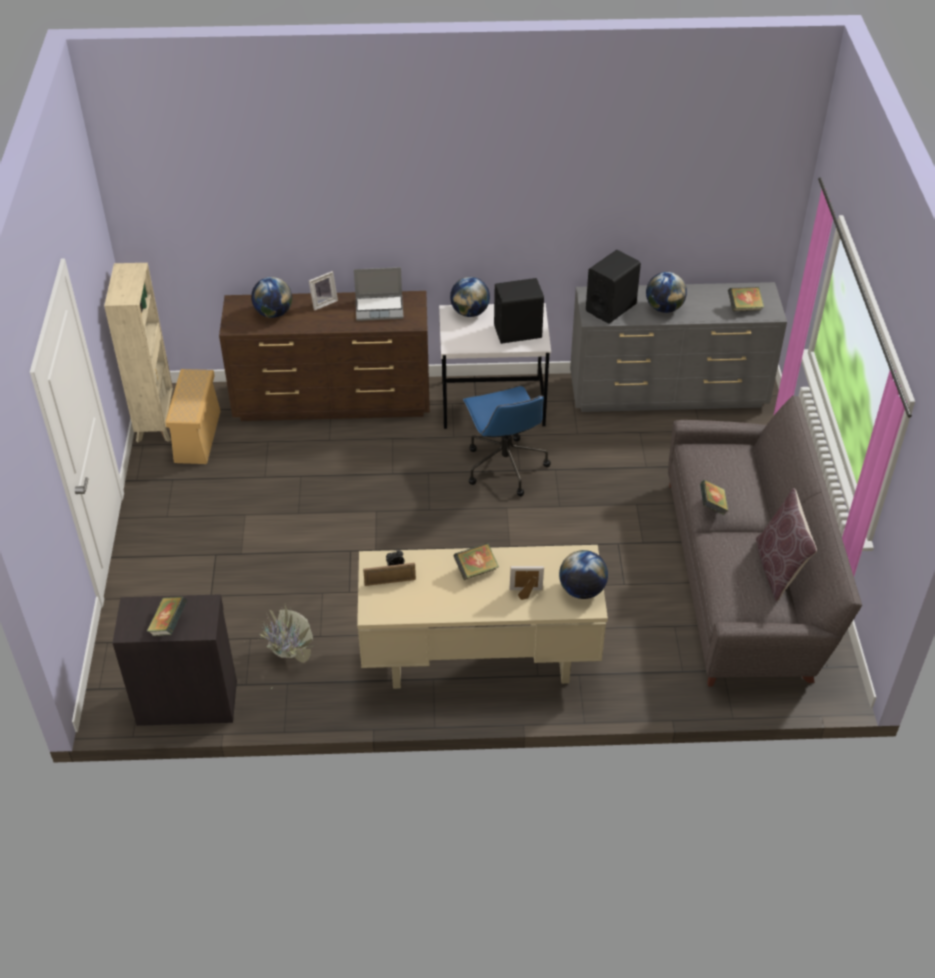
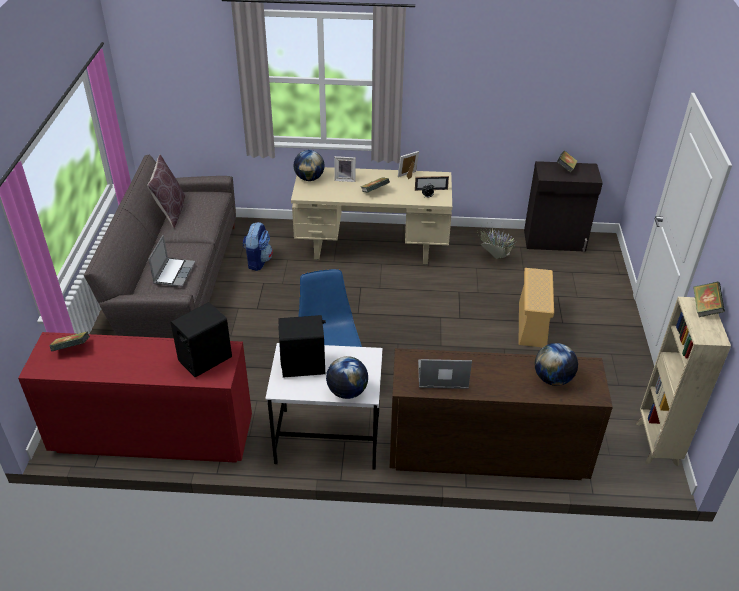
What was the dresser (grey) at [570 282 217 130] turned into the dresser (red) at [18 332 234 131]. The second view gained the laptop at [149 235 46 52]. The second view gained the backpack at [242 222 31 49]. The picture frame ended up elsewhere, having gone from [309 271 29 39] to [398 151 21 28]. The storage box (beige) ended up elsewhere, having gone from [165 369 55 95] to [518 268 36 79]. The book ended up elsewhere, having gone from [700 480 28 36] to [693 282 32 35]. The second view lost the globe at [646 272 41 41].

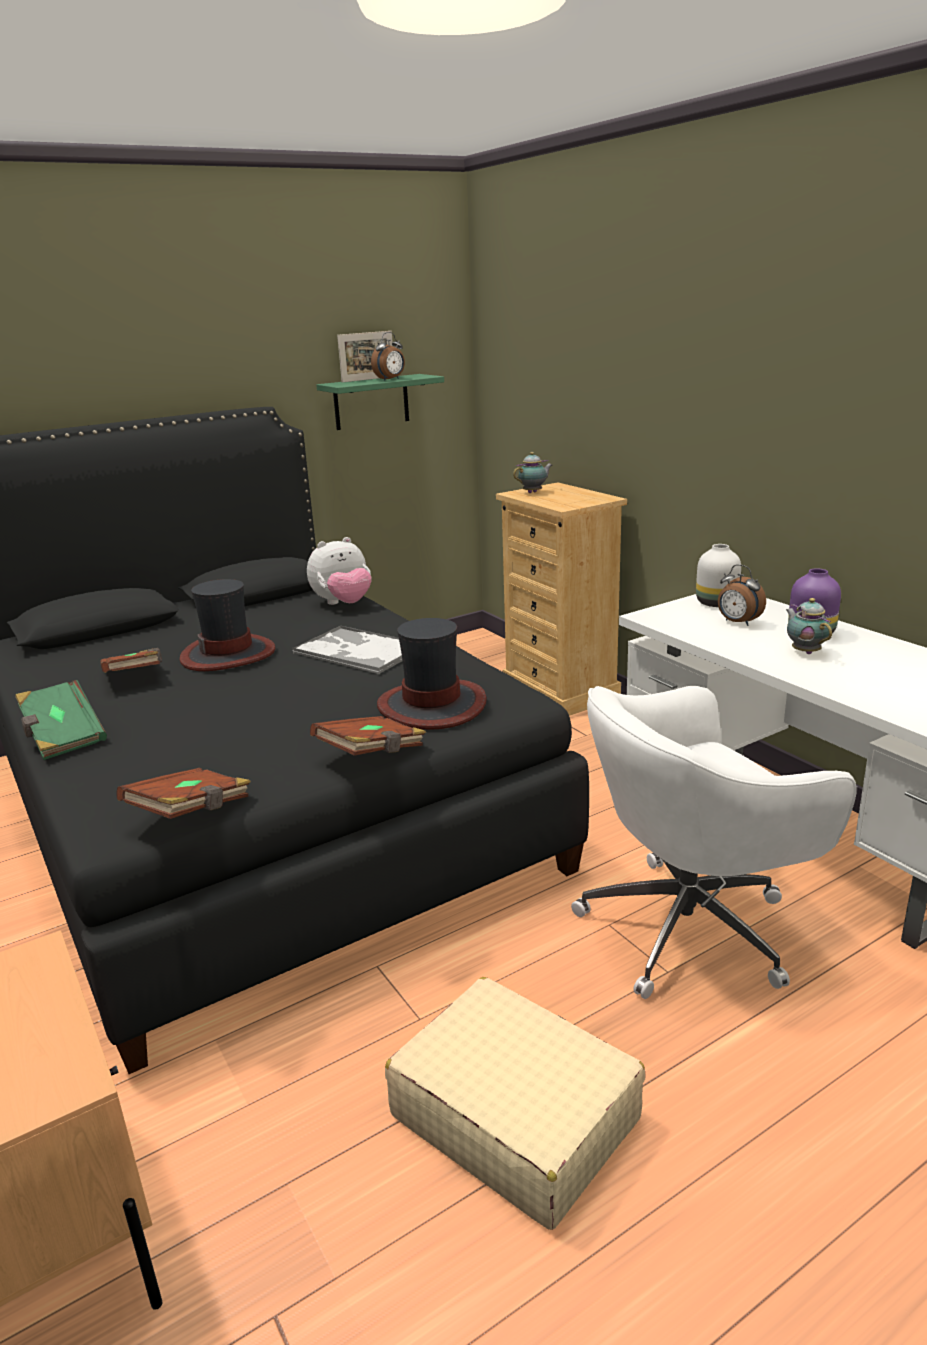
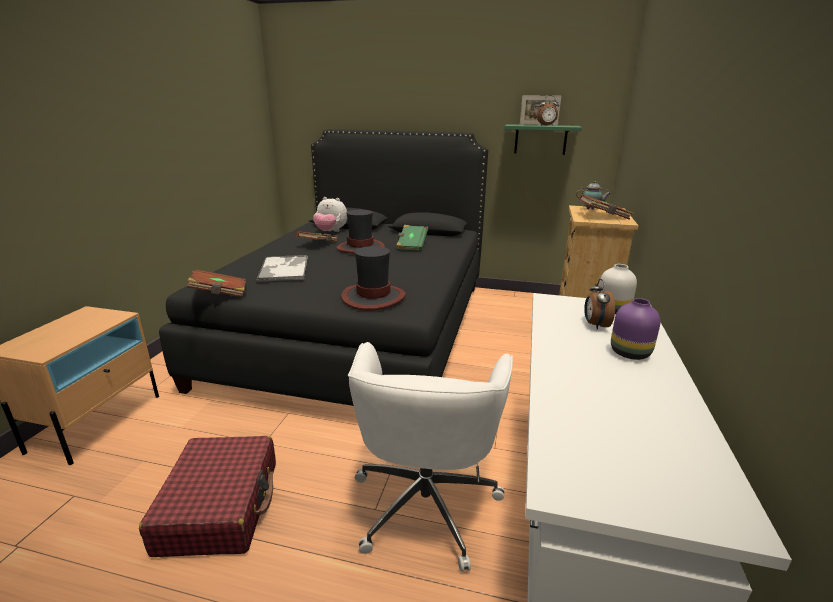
What was the suitcase (beige) at [385 977 261 253] turned into the suitcase (red) at [139 436 137 121]. The tray ended up elsewhere, having gone from [292 626 111 49] to [256 255 52 27]. The plush toy ended up elsewhere, having gone from [307 537 65 68] to [313 197 34 35]. The office chair (white) at [571 686 286 313] ended up facing another way, 105 degrees counterclockwise from before. The book (green) ended up elsewhere, having gone from [15 680 92 80] to [396 225 32 26]. The book (brown) ended up elsewhere, having gone from [310 716 116 40] to [579 194 54 26]. The second view lost the teapot at [786 598 46 56].

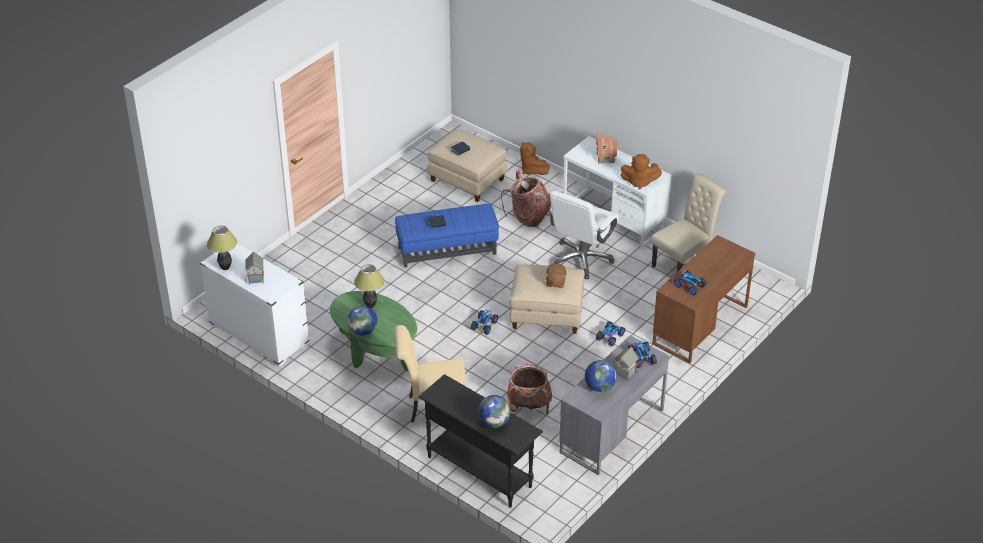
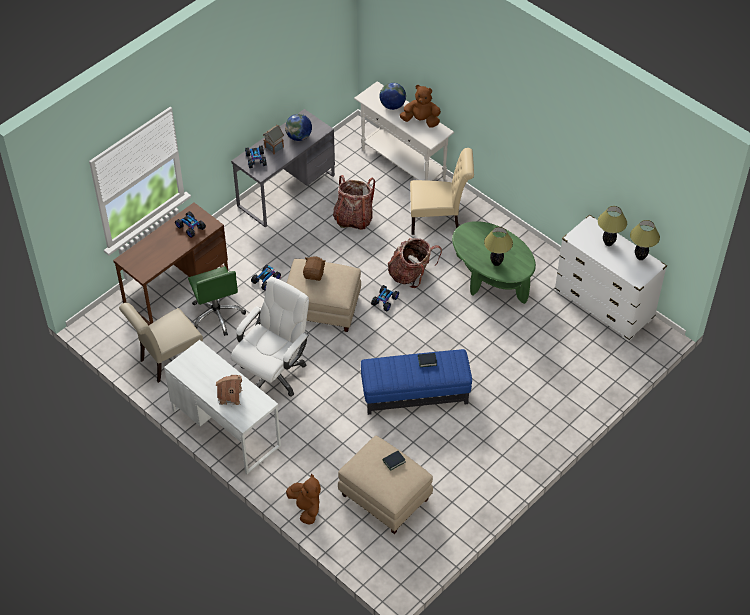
The second view gained the office chair (green) at [188 266 58 70]. What was the console table (black) at [418 374 125 134] turned into the console table (white) at [354 81 100 100]. The backpack ended up elsewhere, having gone from [501 171 50 56] to [388 238 54 50]. The plush toy (brown) ended up elsewhere, having gone from [620 154 42 36] to [400 85 41 43]. Where the toy house stood at [245 252 19 32], the table lamp came to stand at [598 206 29 40]. The second view lost the globe at [348 306 29 29].

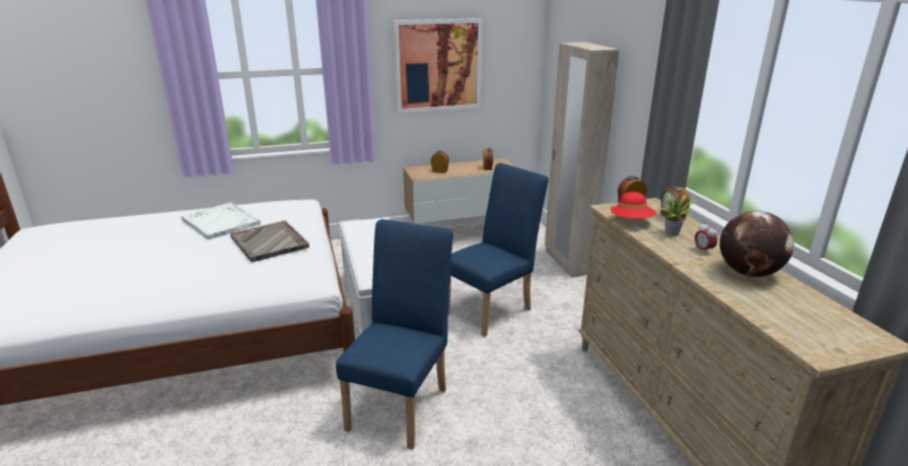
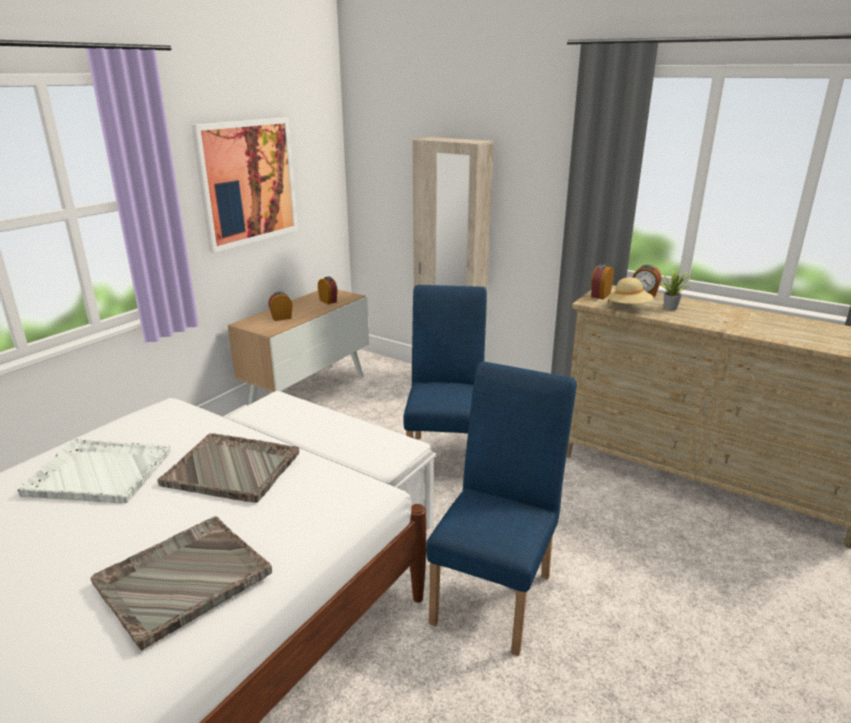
The second view gained the tray (grey) at [91 516 181 135]. The chair (blue) at [336 219 117 231] ended up facing another way, 45 degrees clockwise from before. What was the hat (red) at [611 192 45 27] turned into the hat (beige) at [608 277 46 27]. The second view lost the alarm clock at [695 222 22 32]. The second view lost the globe at [720 211 74 66].

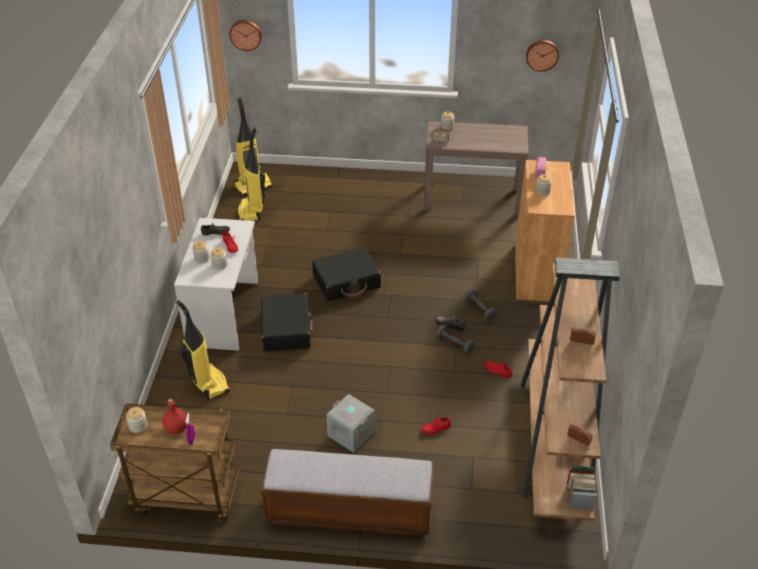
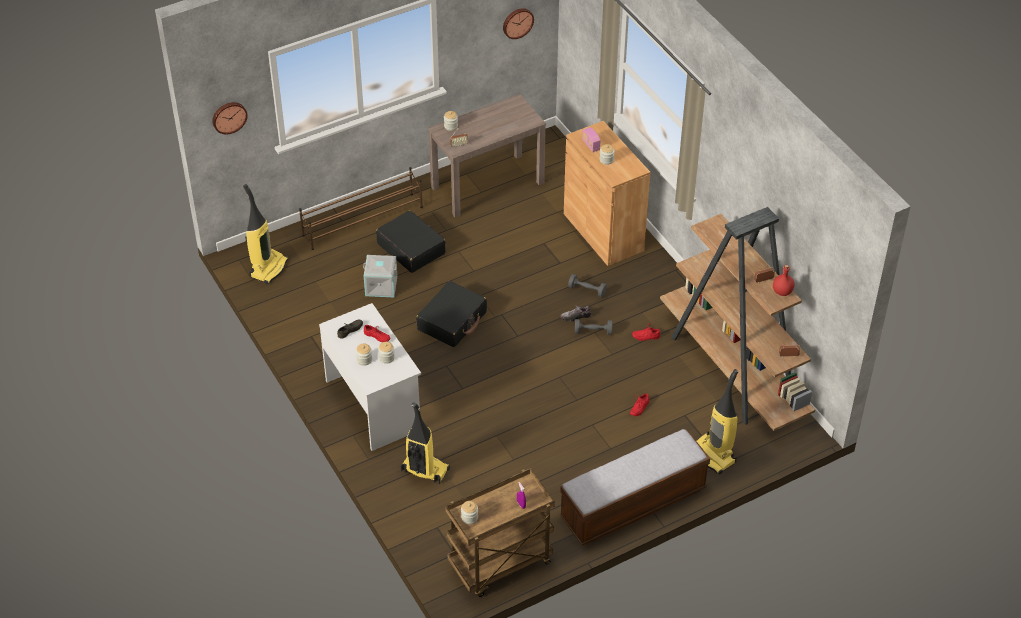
The second view gained the shoe rack (brown) at [299 167 124 83]. The storage box (grey) ended up elsewhere, having gone from [327 394 48 59] to [363 255 34 42]. The suitcase (black) ended up elsewhere, having gone from [261 293 52 58] to [376 210 70 63]. The vacuum cleaner ended up elsewhere, having gone from [237 127 28 94] to [697 369 41 105]. The bottle (red) ended up elsewhere, having gone from [162 399 25 35] to [773 265 21 31].

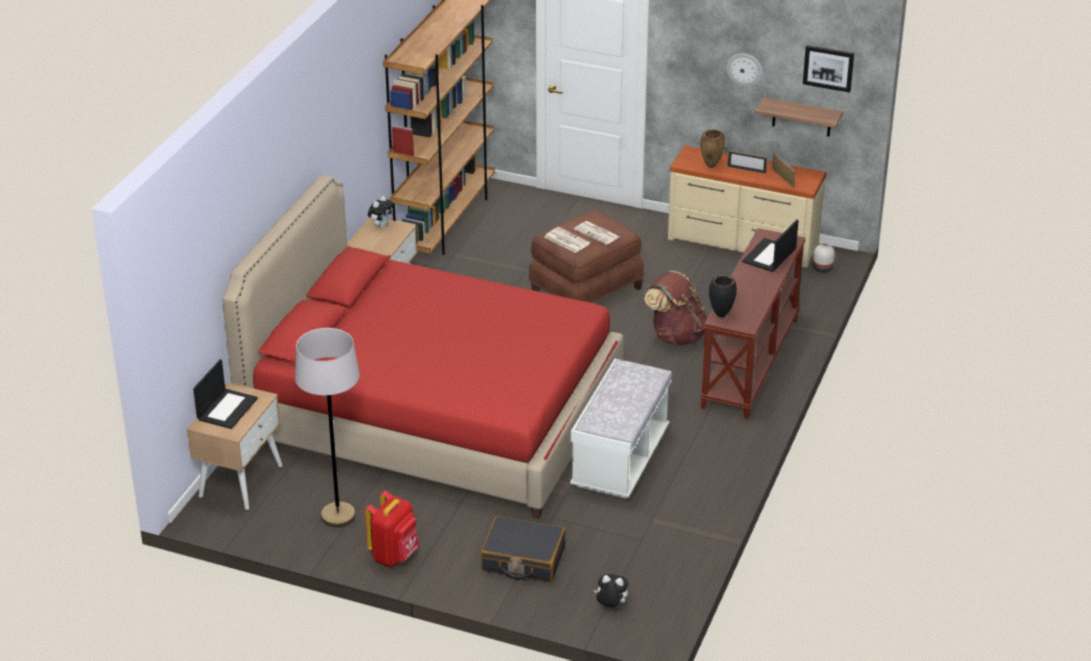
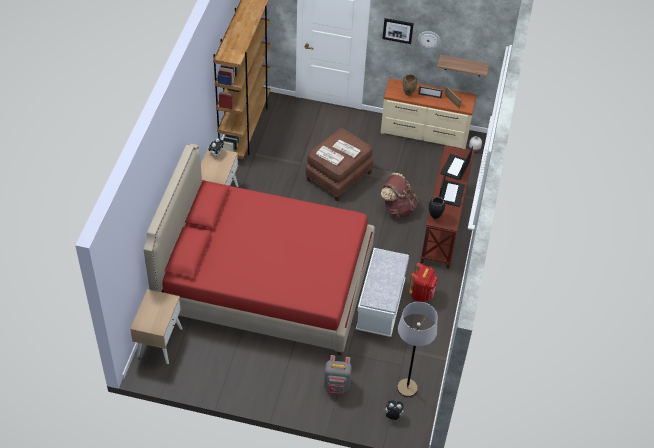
Where the suitcase (black) stood at [480 516 86 67], the backpack (grey) came to stand at [324 355 28 39]. The picture ended up elsewhere, having gone from [803 45 51 48] to [383 18 31 26]. The floor lamp (grey) ended up elsewhere, having gone from [295 328 65 199] to [397 302 41 95]. The backpack (red) ended up elsewhere, having gone from [365 491 54 76] to [408 263 29 39]. The laptop ended up elsewhere, having gone from [193 359 65 70] to [439 166 26 41].

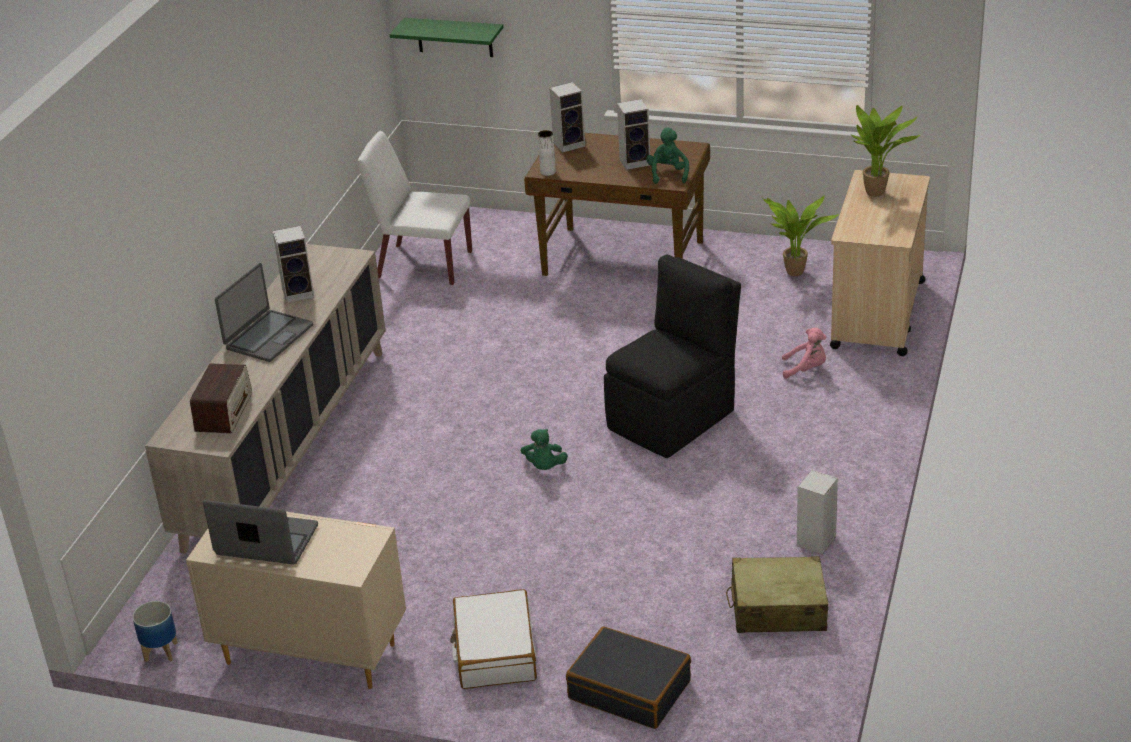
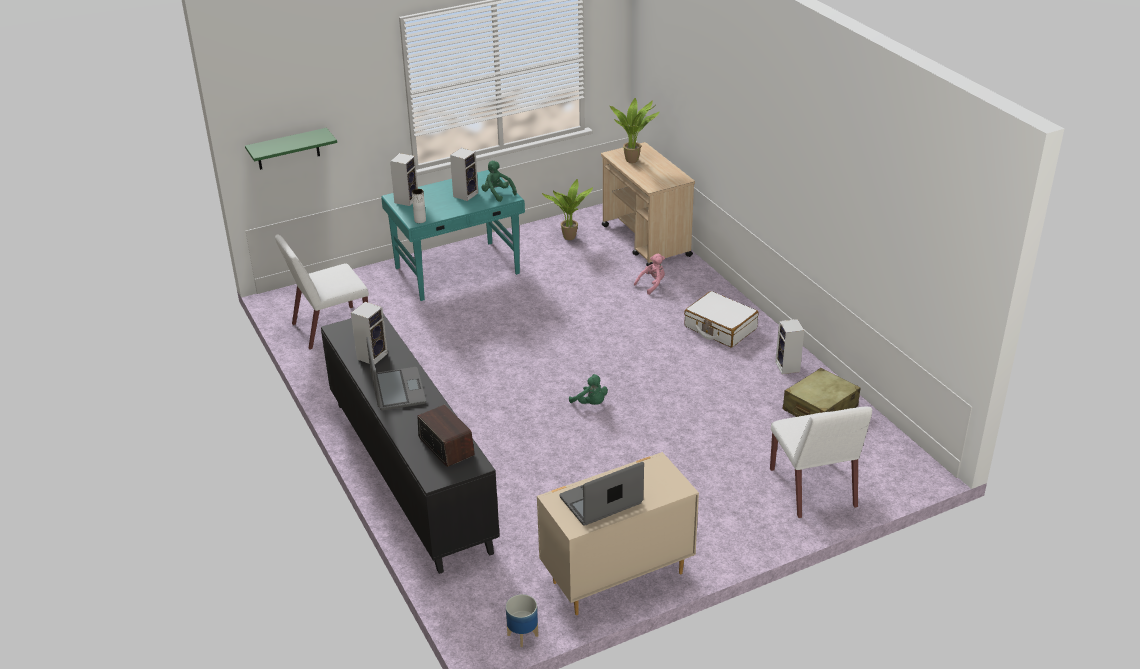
What was the cabinet (beige) at [145 244 241 309] turned into the cabinet (black) at [321 314 179 260]. What was the desk (brown) at [524 133 186 143] turned into the desk (turquoise) at [381 170 144 131]. The suitcase (white) ended up elsewhere, having gone from [451 589 86 100] to [684 291 75 57]. Where the suitcase (black) stood at [566 627 125 102], the chair (white) came to stand at [770 406 102 112]. The second view lost the chair (black) at [604 254 137 204].

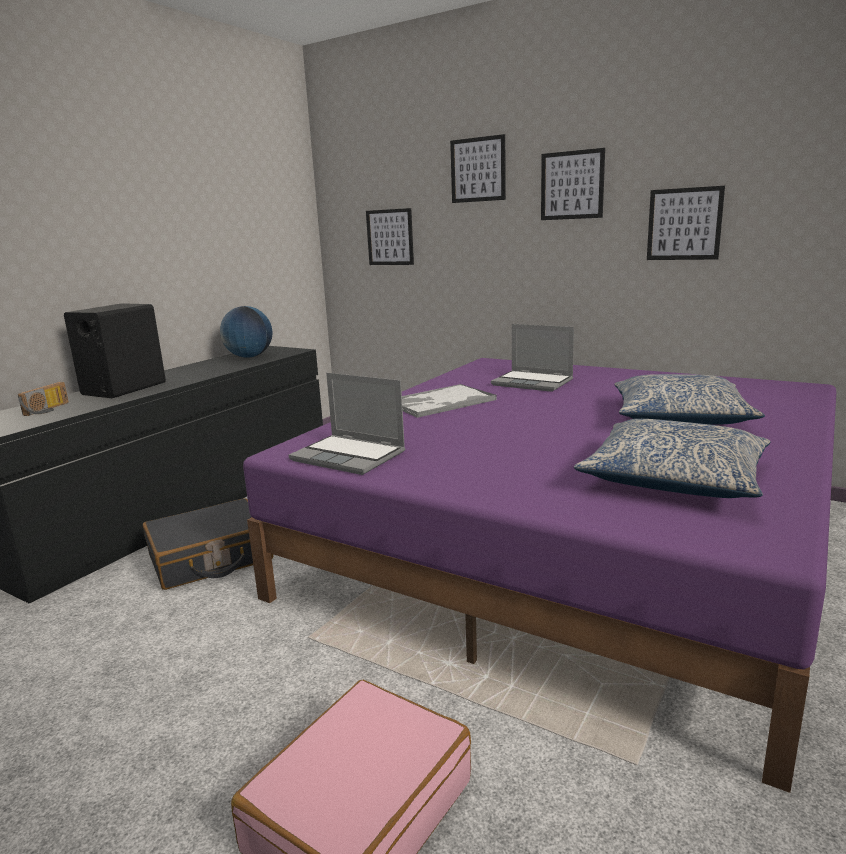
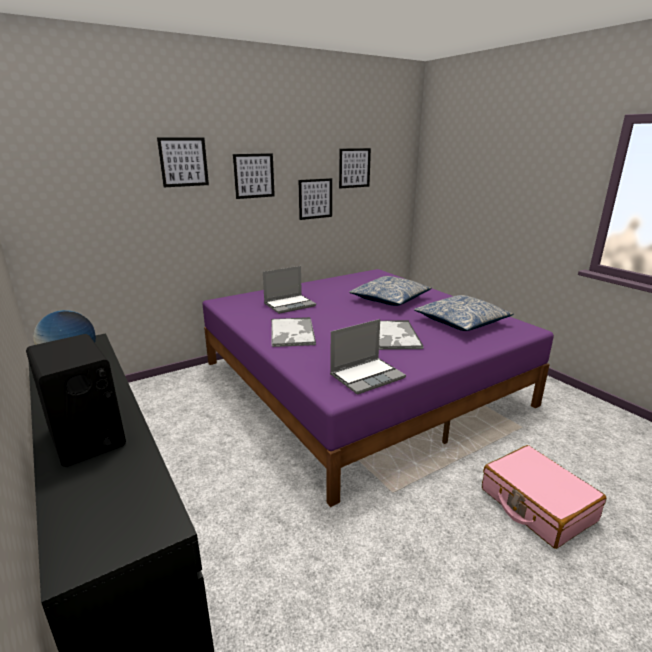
The picture ended up elsewhere, having gone from [366 208 48 57] to [339 148 32 40]. The second view gained the tray at [379 320 44 30]. The second view lost the radio at [18 382 51 34]. The second view lost the suitcase (black) at [143 498 130 92].

